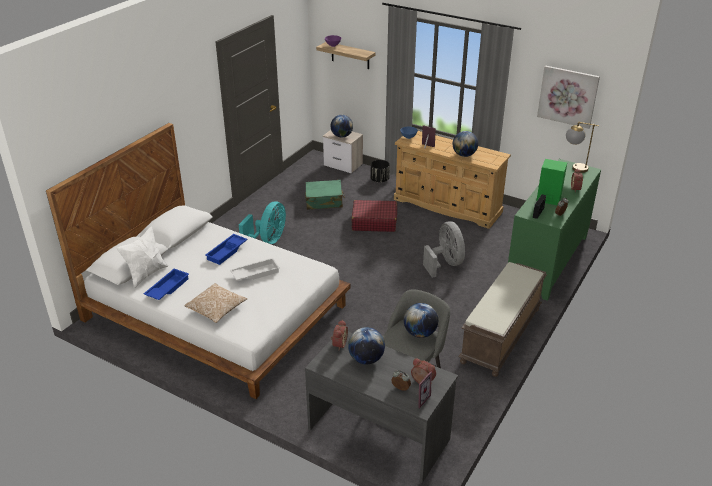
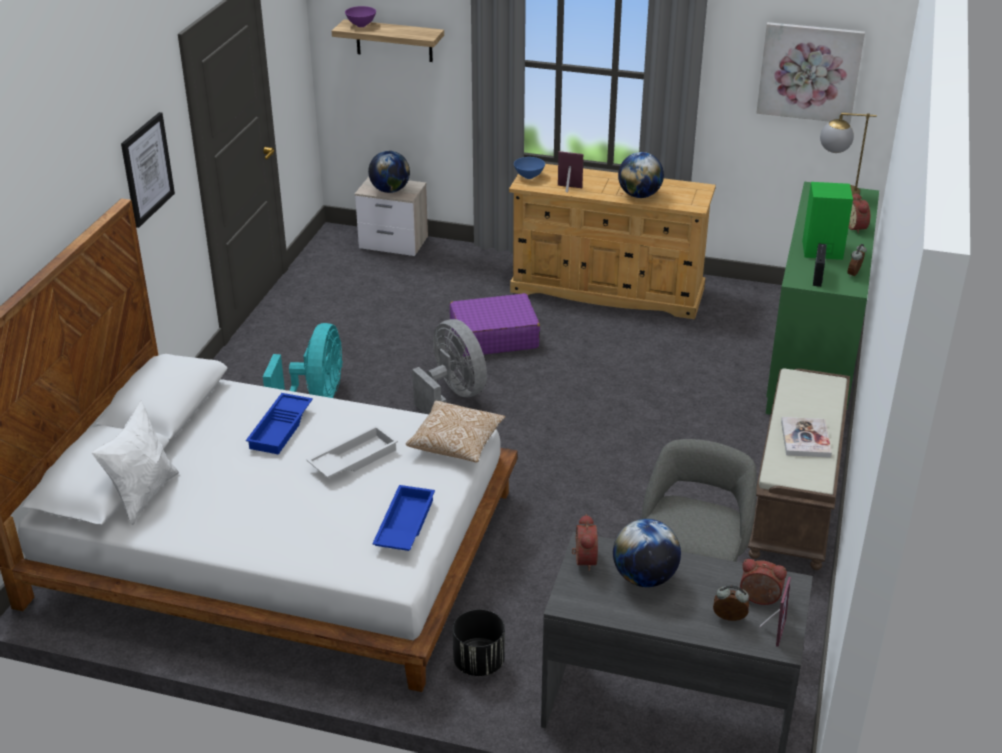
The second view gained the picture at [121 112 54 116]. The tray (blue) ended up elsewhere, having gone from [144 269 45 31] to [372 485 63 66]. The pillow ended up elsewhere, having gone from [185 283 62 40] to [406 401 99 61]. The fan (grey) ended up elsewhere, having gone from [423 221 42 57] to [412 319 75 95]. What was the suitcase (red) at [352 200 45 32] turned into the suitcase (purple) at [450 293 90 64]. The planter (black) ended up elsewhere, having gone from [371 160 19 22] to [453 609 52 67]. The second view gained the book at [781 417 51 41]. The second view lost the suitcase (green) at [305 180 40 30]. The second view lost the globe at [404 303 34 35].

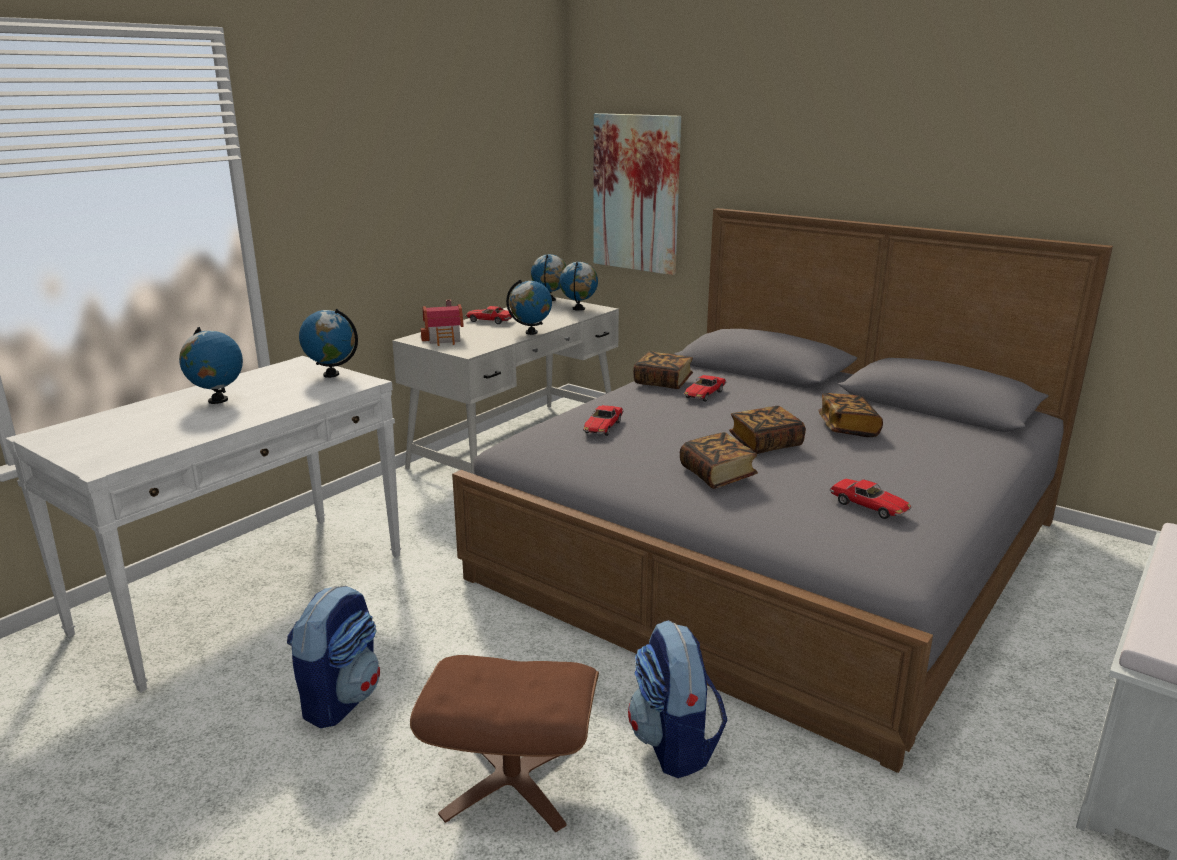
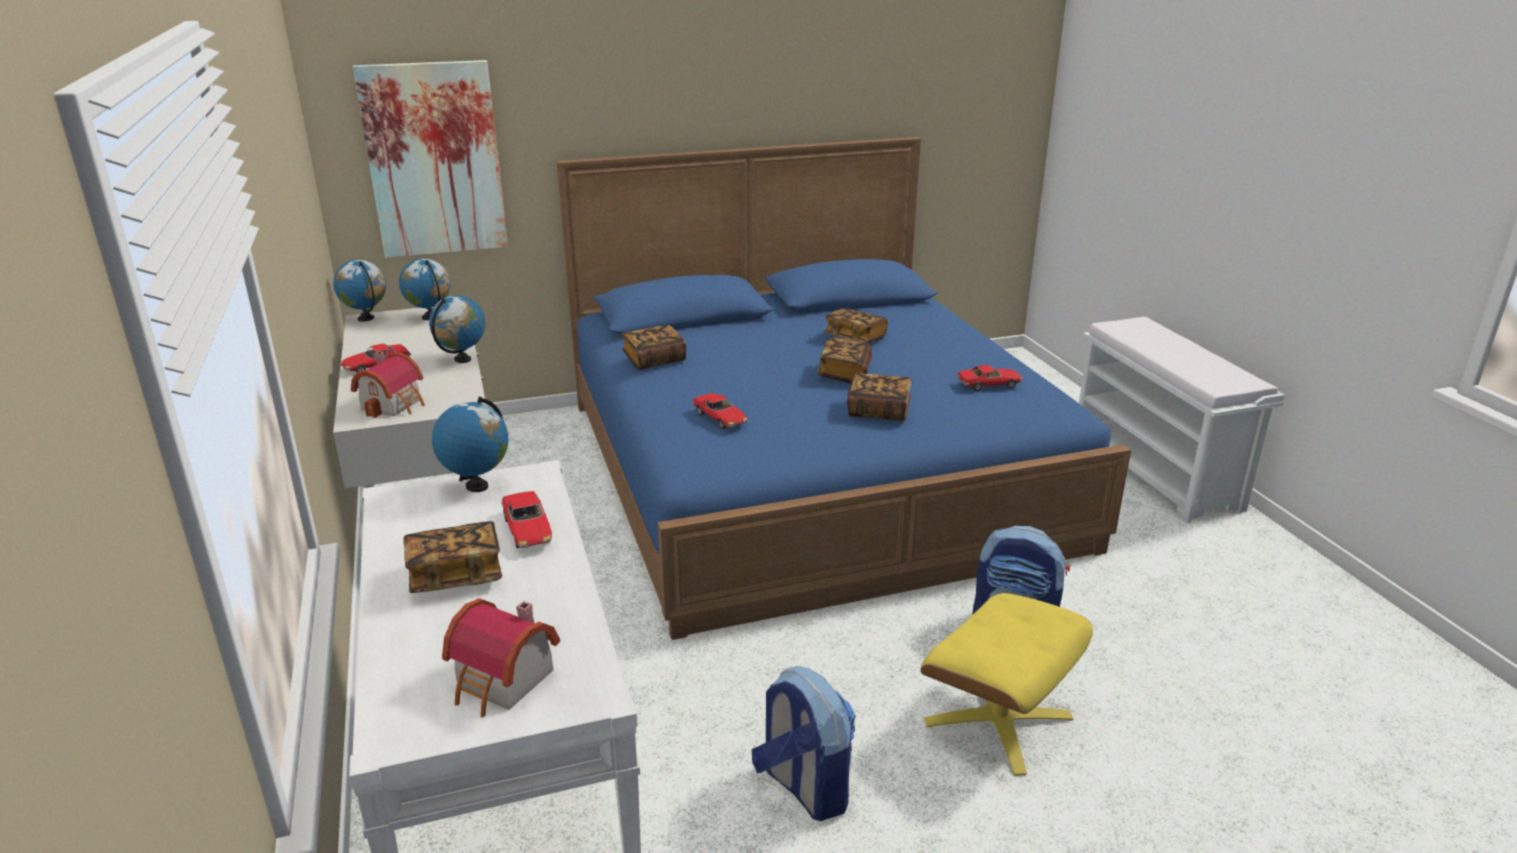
Where the globe stood at [179 327 64 77], the book came to stand at [403 521 99 72]. The second view gained the toy house at [442 598 118 119]. The toy car ended up elsewhere, having gone from [684 375 42 27] to [501 491 51 57]. What was the bed (grey) at [452 208 661 565] turned into the bed (blue) at [557 137 574 503]. What was the ottoman (brown) at [410 655 189 177] turned into the ottoman (yellow) at [920 593 173 183].

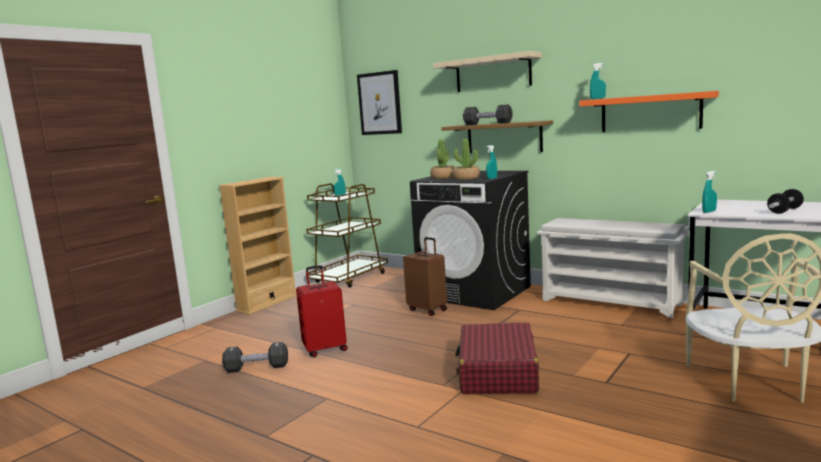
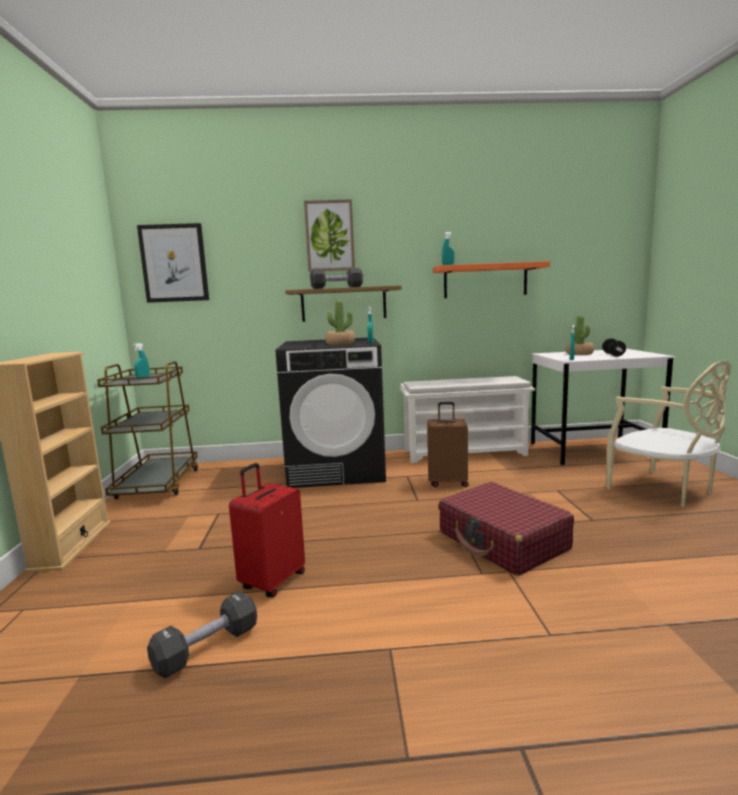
Where the shelf (beige) hung at [433 51 109 41], the picture came to hang at [304 199 51 72]. The suitcase (brown) ended up elsewhere, having gone from [403 237 44 79] to [427 402 42 85]. The potted plant ended up elsewhere, having gone from [430 139 25 40] to [566 315 28 40].

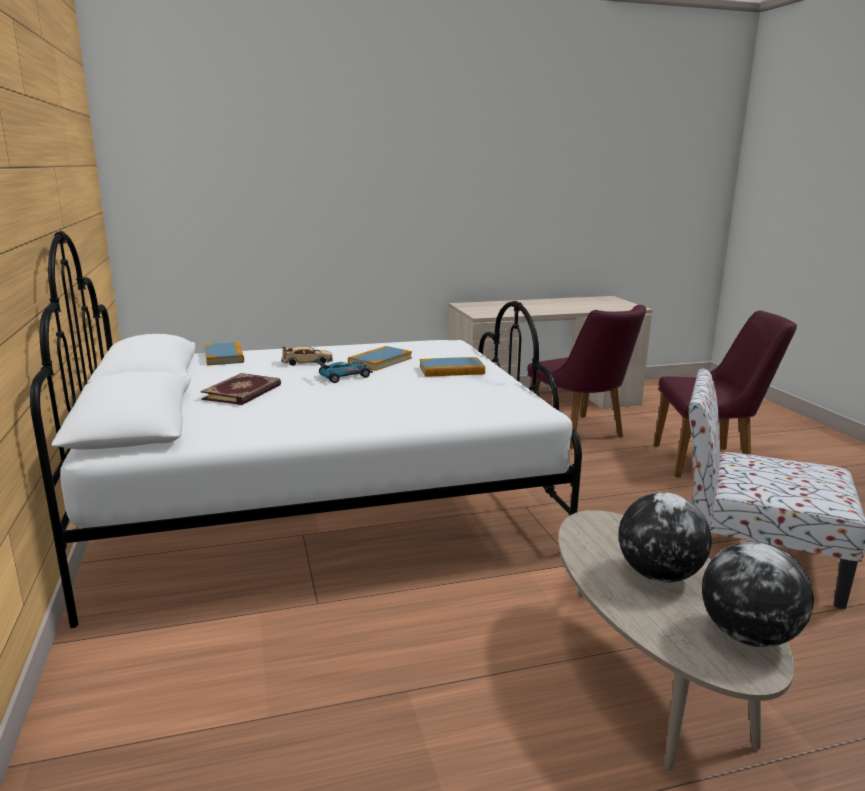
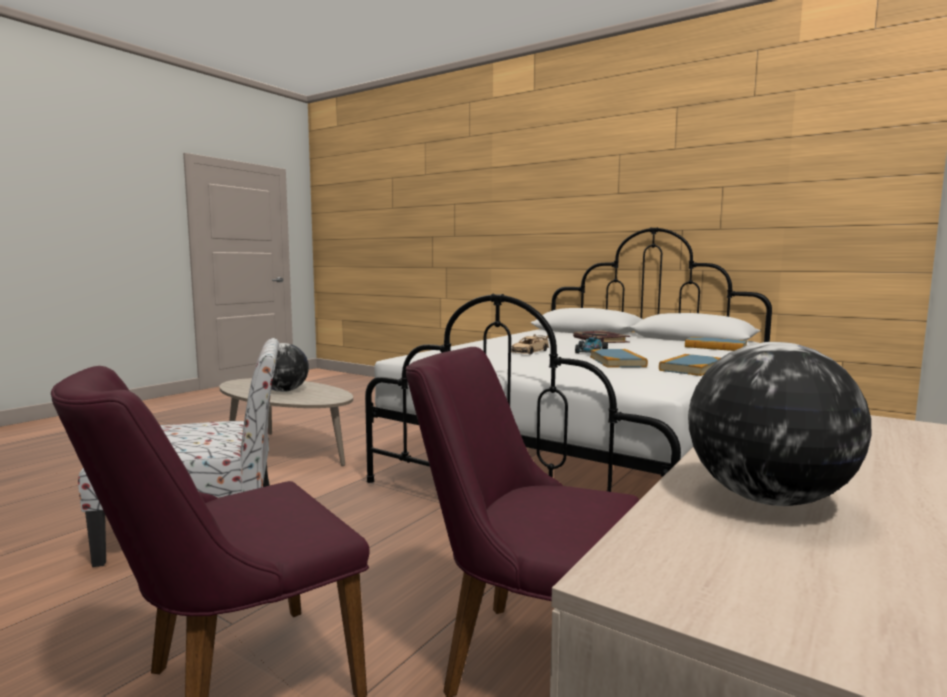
The toy car (beige) ended up elsewhere, having gone from [281 346 52 20] to [511 334 38 21]. The book ended up elsewhere, having gone from [420 357 65 20] to [659 354 62 22]. The globe ended up elsewhere, having gone from [702 542 112 105] to [688 342 183 164].

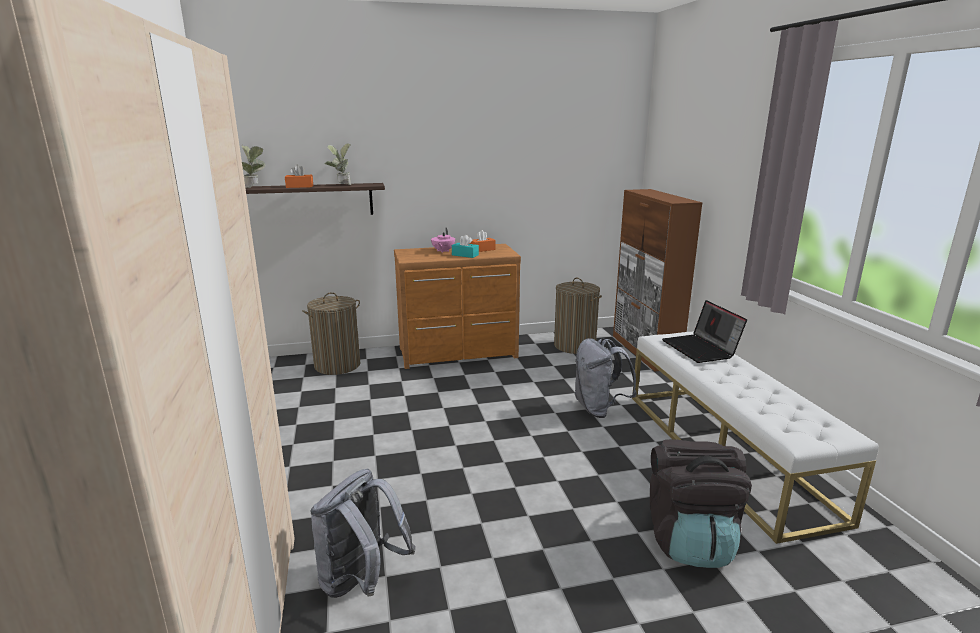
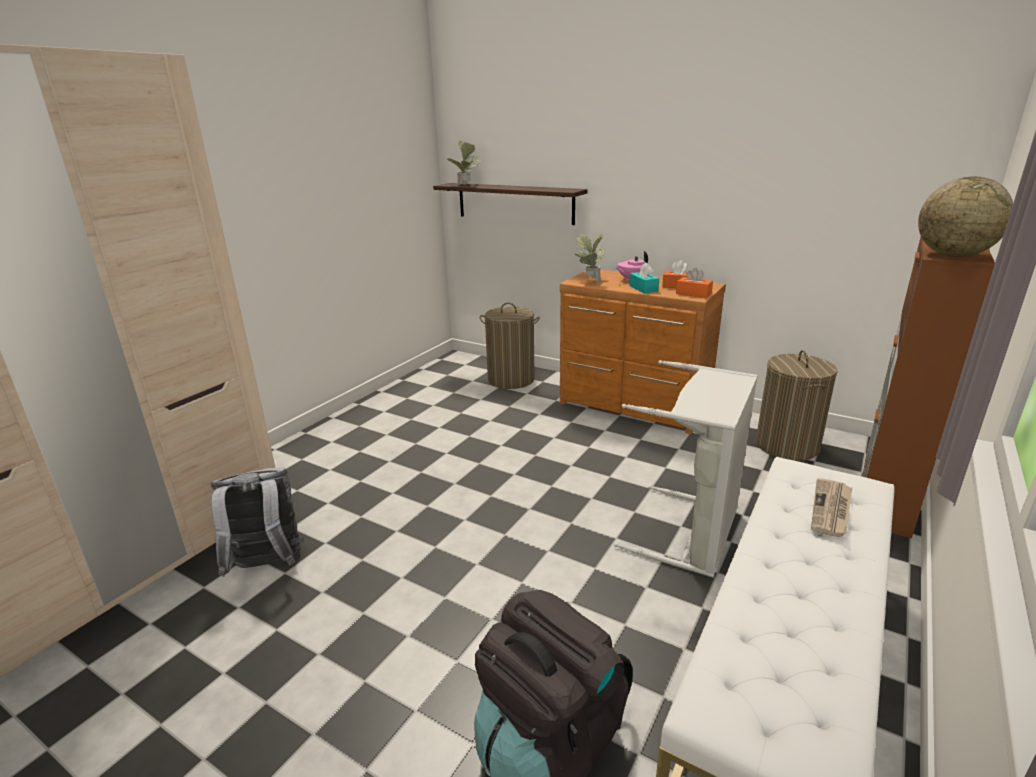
The potted plant ended up elsewhere, having gone from [325 143 26 42] to [575 234 30 48]. Where the backpack (grey) stood at [574 338 63 80], the laundry basket (grey) came to stand at [614 360 144 218]. The tissue box (orange) ended up elsewhere, having gone from [285 165 28 23] to [676 268 37 30]. Where the laptop stood at [662 300 85 63], the newspaper came to stand at [811 478 41 59]. The second view gained the globe at [918 176 95 81].

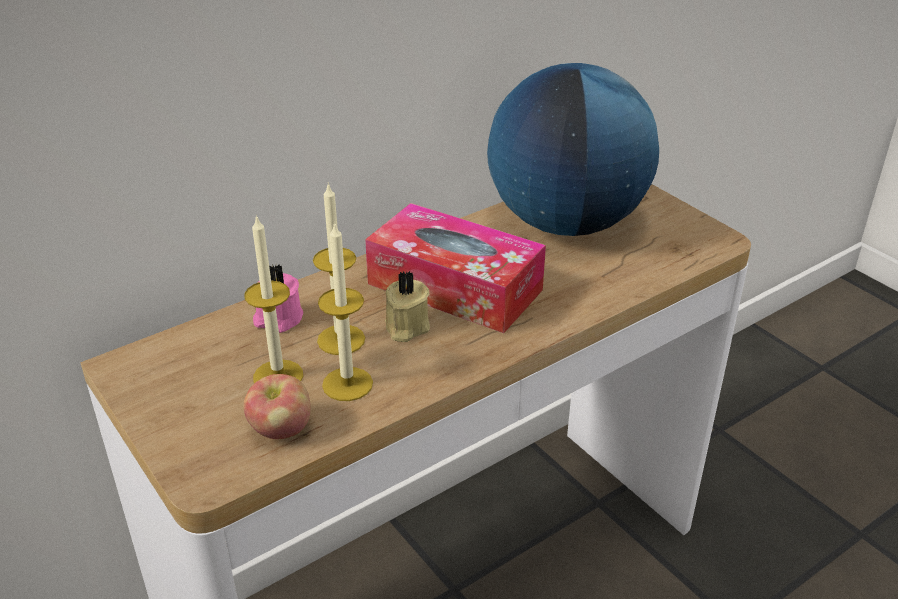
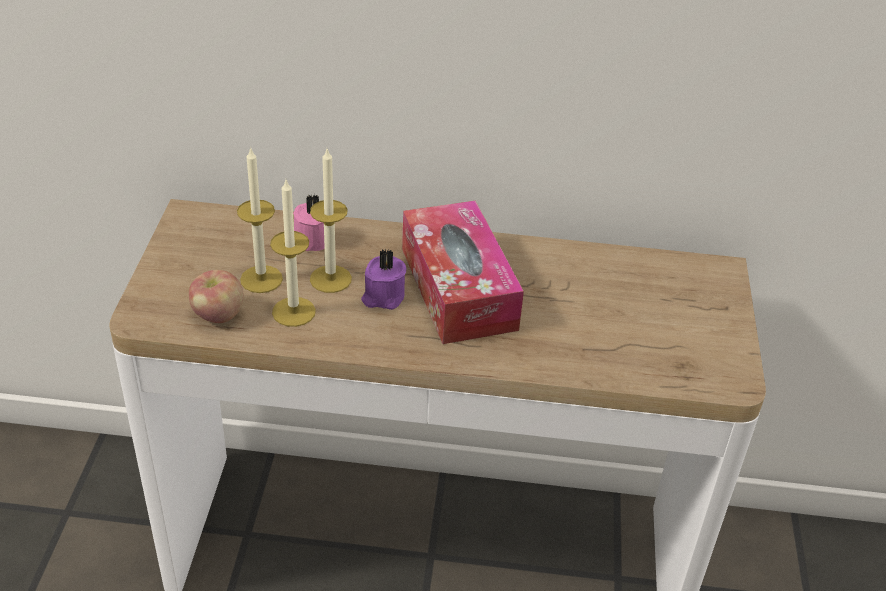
What was the candle (beige) at [385 271 45 71] turned into the candle (purple) at [361 248 45 62]. The second view lost the globe at [487 63 172 173].

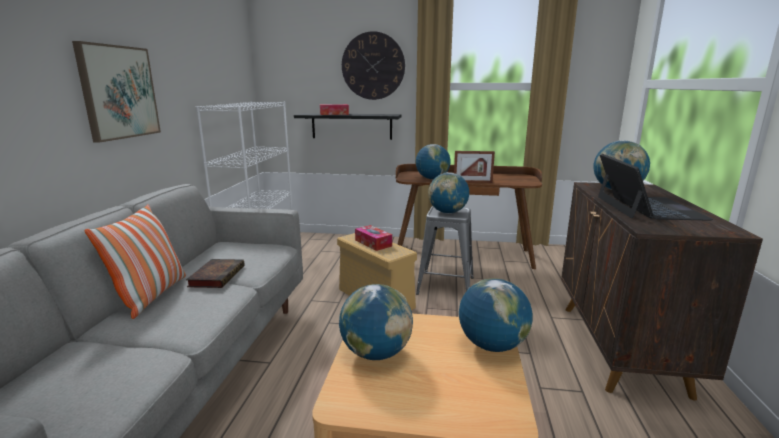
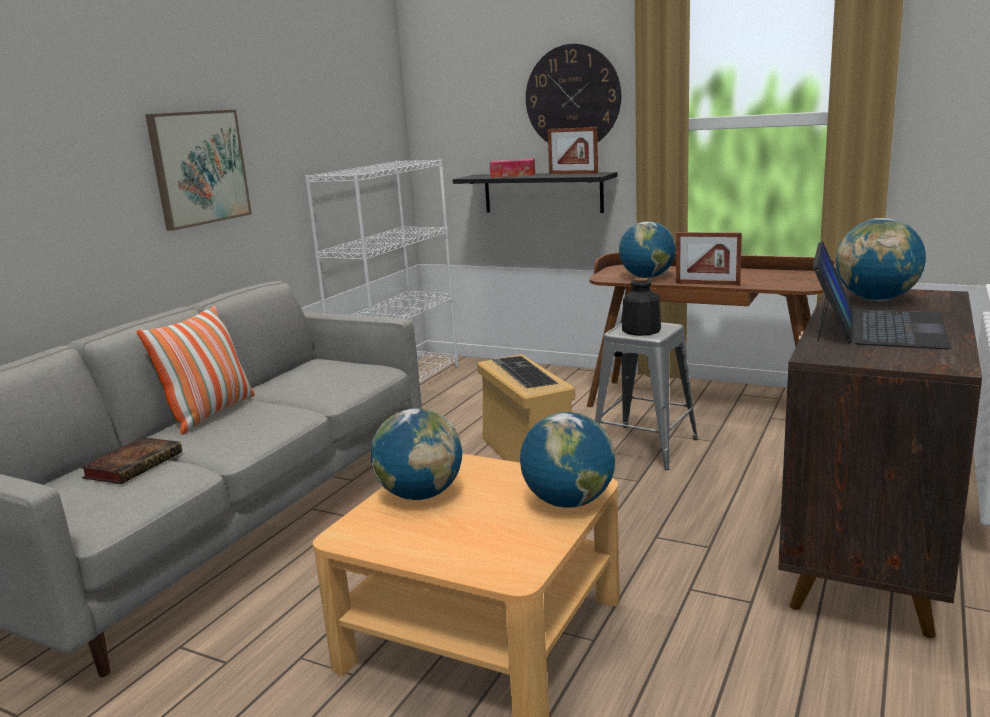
The book ended up elsewhere, having gone from [186 259 58 29] to [80 437 102 47]. Where the tissue box stood at [355 225 37 26], the keyboard came to stand at [492 356 66 32]. The second view gained the picture frame at [548 127 50 47]. Where the globe stood at [428 172 41 42], the bottle came to stand at [622 278 39 58].

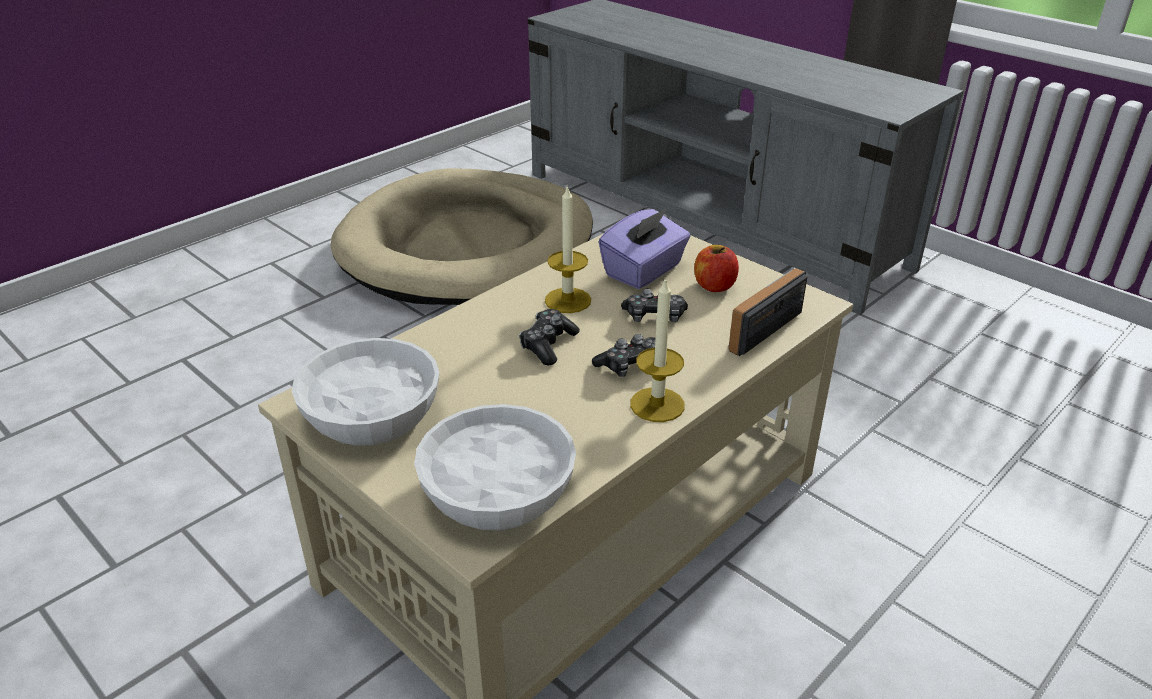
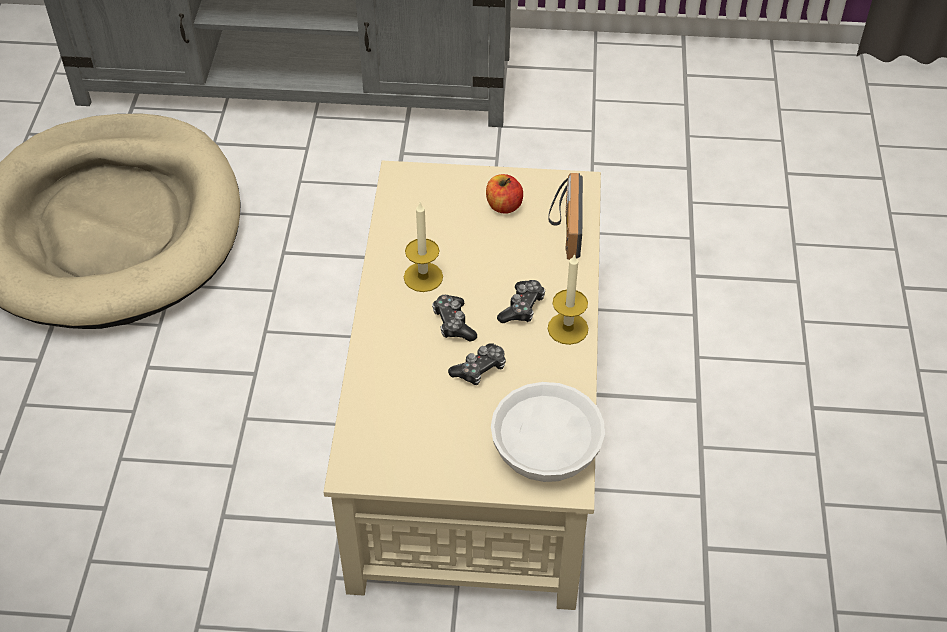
The game controller ended up elsewhere, having gone from [621 289 67 33] to [448 343 58 42]. The second view lost the bowl (white) at [292 338 147 108]. The second view lost the tissue box (purple) at [599 208 92 81].

